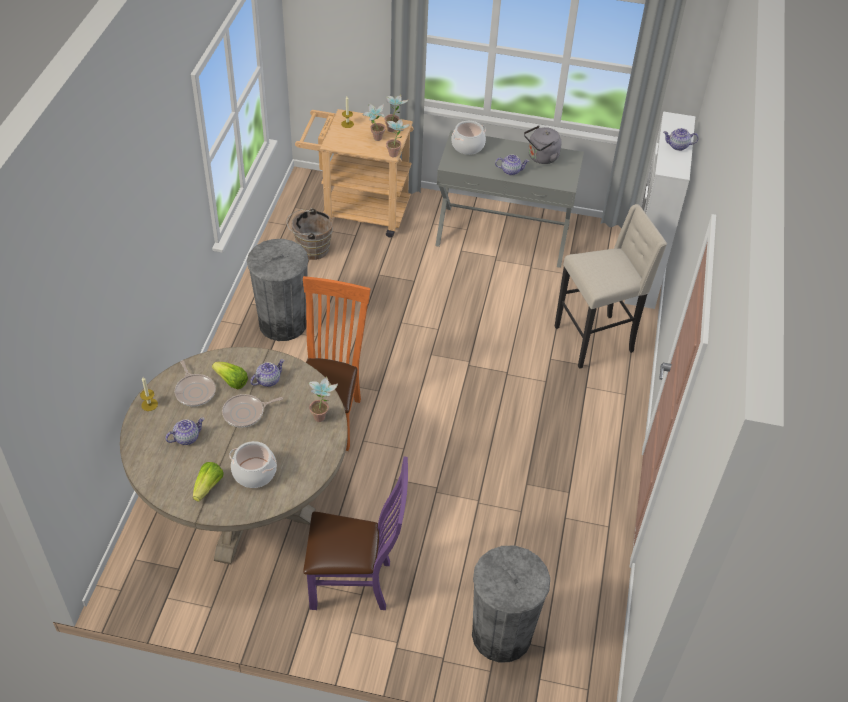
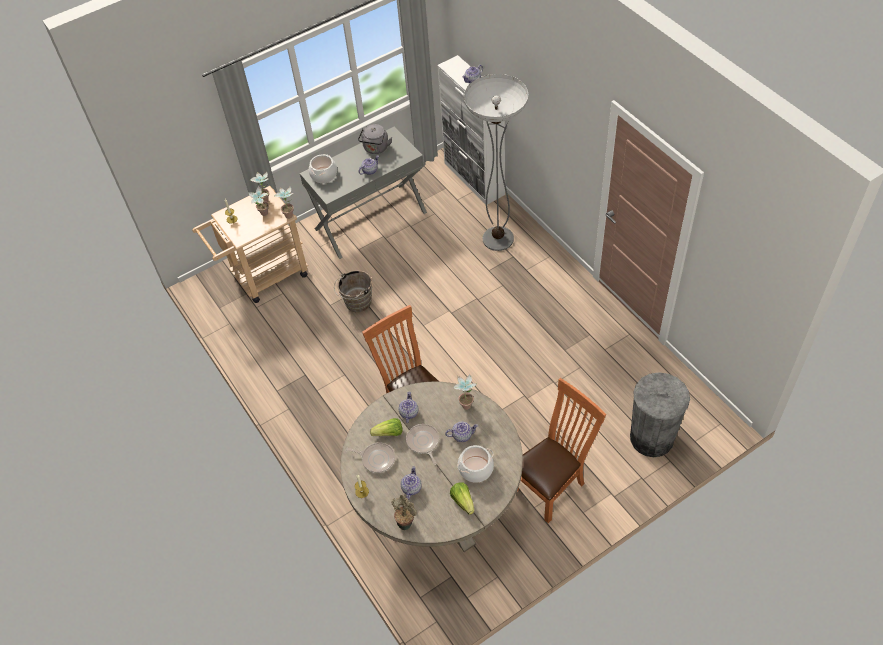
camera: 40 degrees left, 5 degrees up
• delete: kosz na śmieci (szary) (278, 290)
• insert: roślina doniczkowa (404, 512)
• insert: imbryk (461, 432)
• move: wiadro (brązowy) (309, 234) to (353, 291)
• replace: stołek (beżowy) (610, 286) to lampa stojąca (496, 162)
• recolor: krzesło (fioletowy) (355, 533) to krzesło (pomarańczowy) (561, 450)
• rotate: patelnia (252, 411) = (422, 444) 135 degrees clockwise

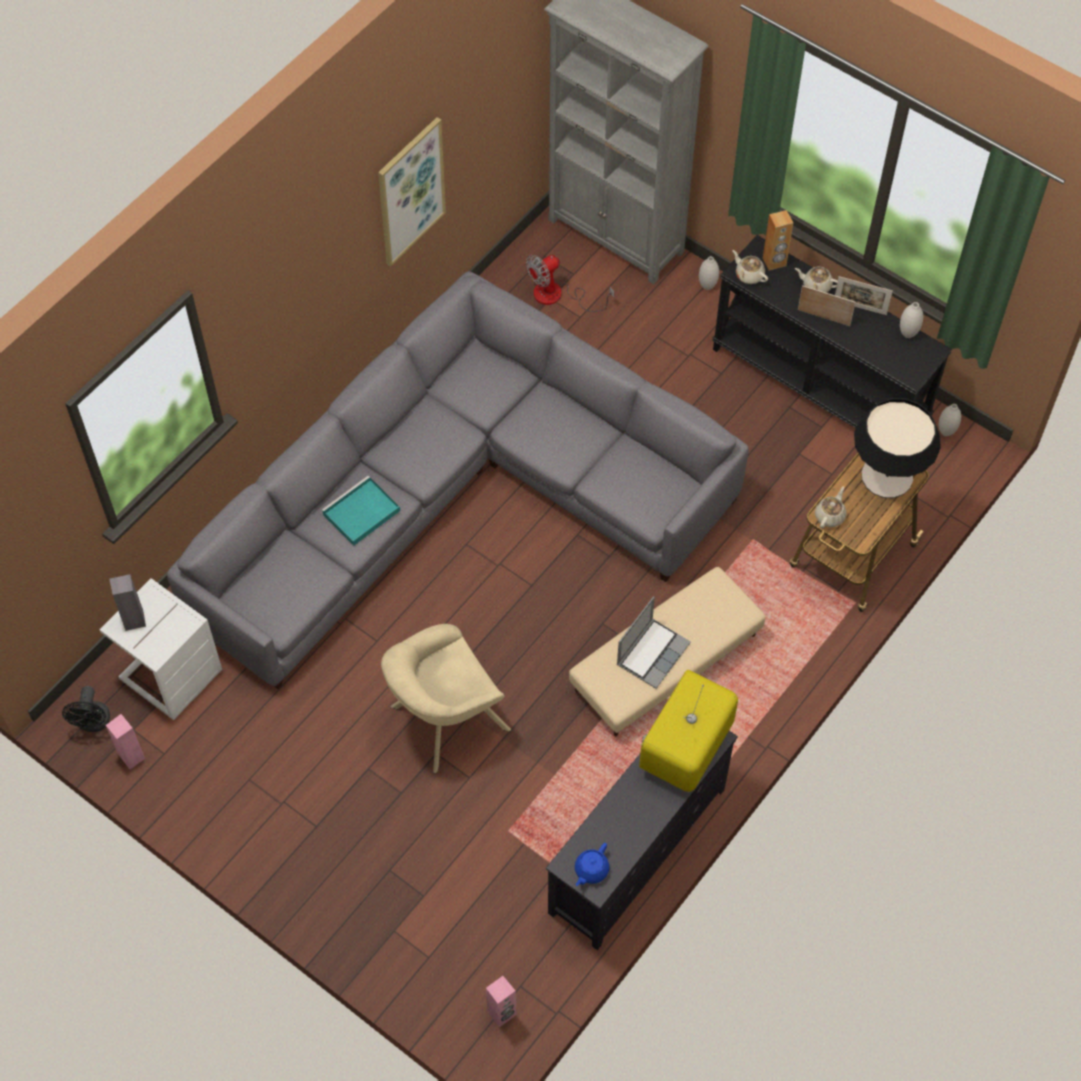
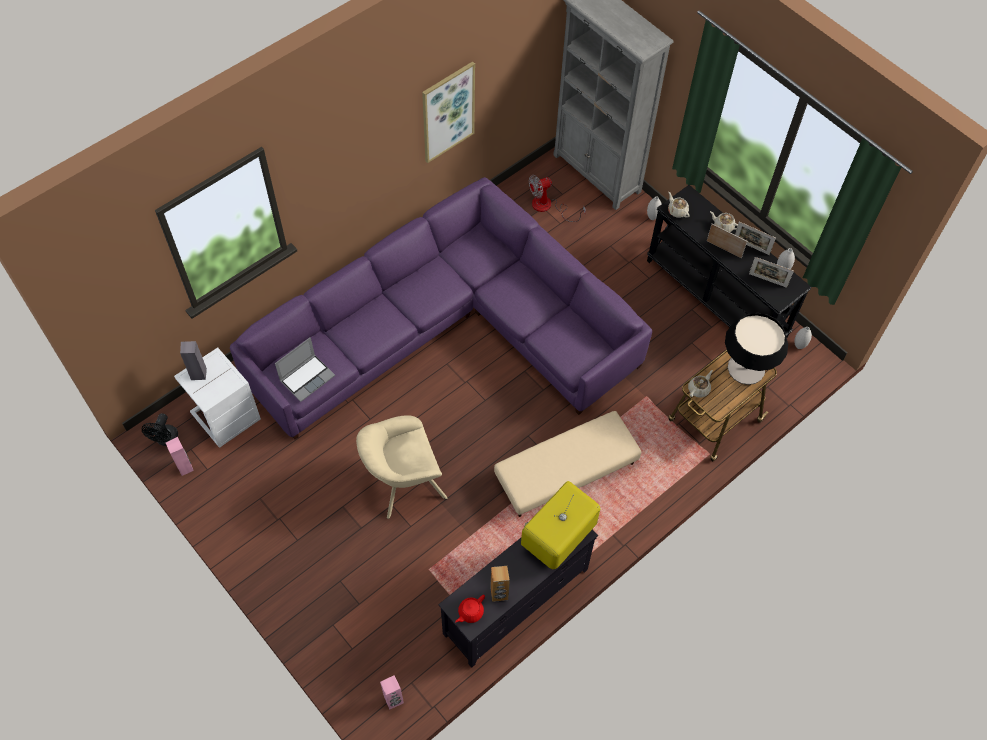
camera: 10 degrees right, 0 degrees up
• delete: taca (turkusowy) (360, 511)
• insert: ramka na zdjęcie (771, 272)
• move: laptop (654, 642) to (305, 369)
• move: głośnik (brązowy) (778, 240) to (500, 584)
• recolor: kanapa (szary) (458, 480) to kanapa (fioletowy) (441, 308)
• recolor: imbryk (niebieski) (592, 864) to imbryk (czerwony) (470, 609)

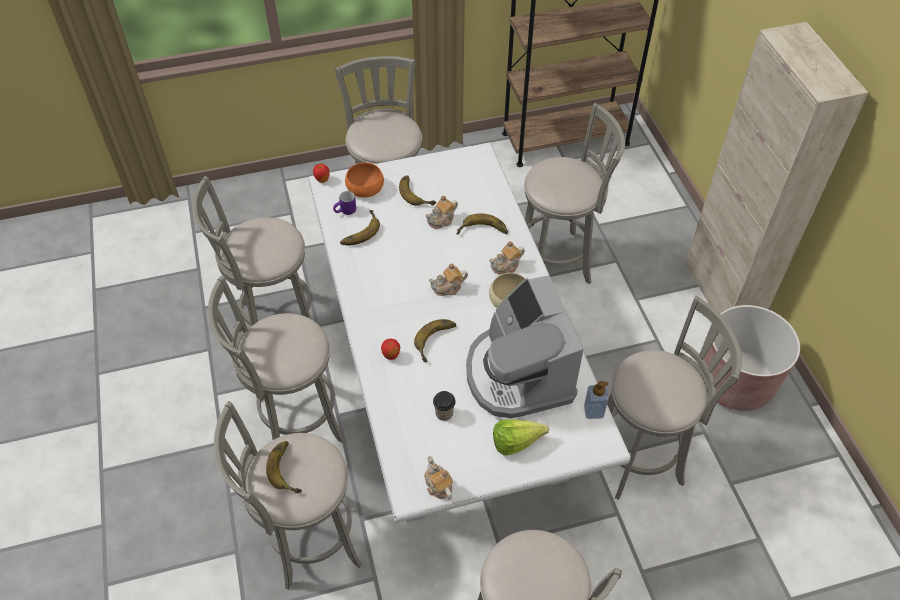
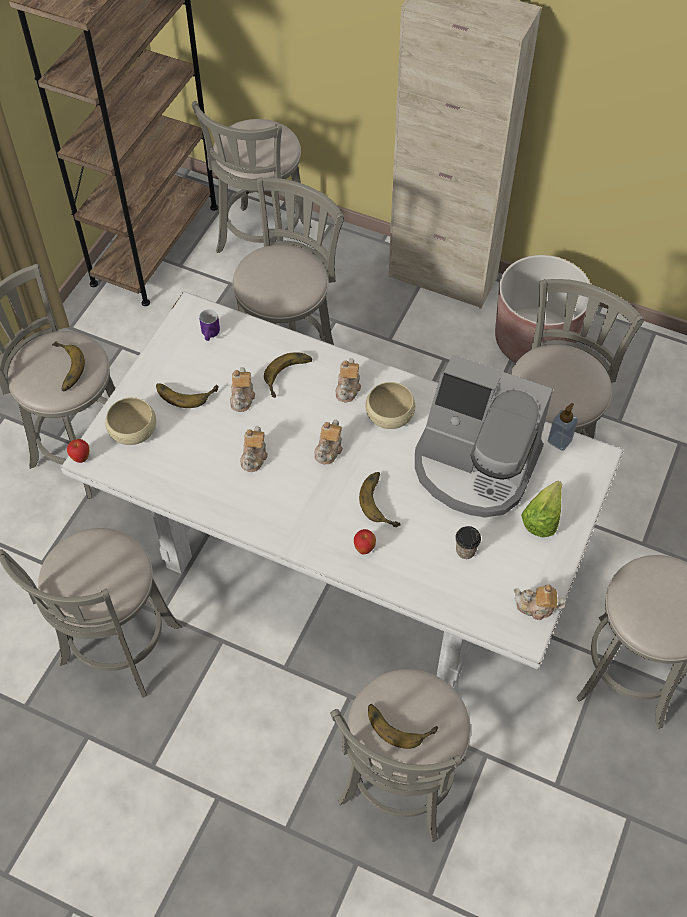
camera: 50 degrees left, 5 degrees up
• insert: imbryk (254, 449)
• move: stołek (szary) (276, 359) to (251, 177)
• move: kubek (fioletowy) (344, 203) to (209, 325)
• move: banan (360, 227) to (68, 366)
• recolor: miska (pomarańczowy) (364, 180) to miska (beżowy) (130, 421)

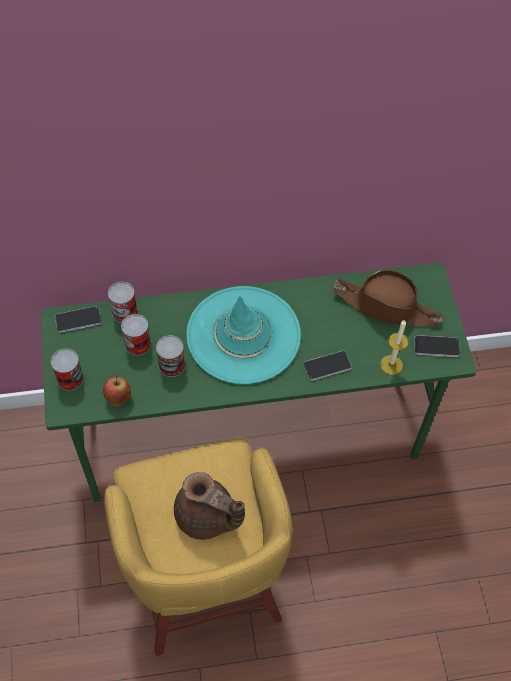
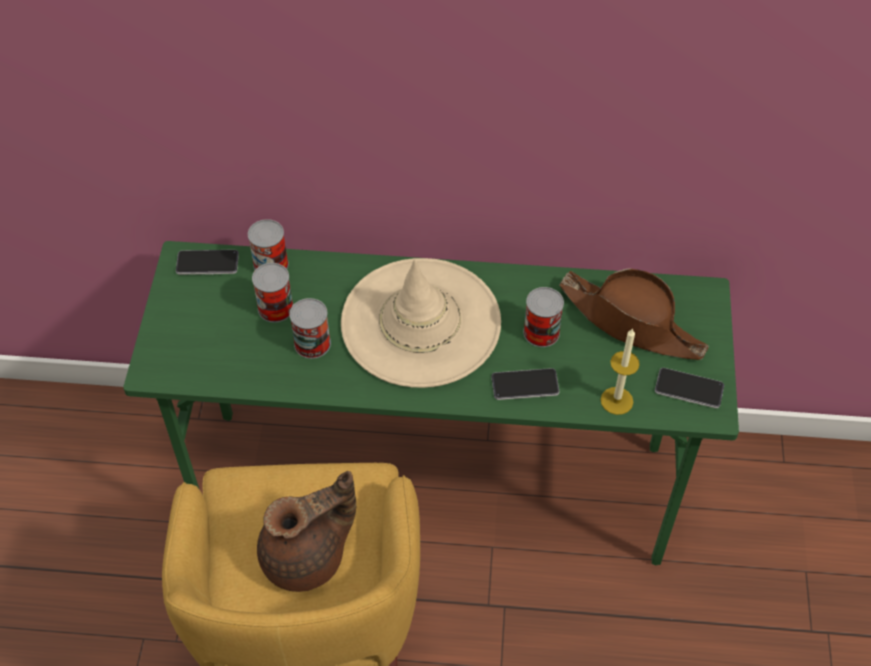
camera: 15 degrees right, 5 degrees down
• delete: jabłko (117, 391)
• move: puszka (67, 370) to (543, 317)
• recolor: kapelusz (turkusowy) (244, 335) to kapelusz (beżowy) (421, 323)
• rotate: imbryk (brązowy) (209, 506) = (306, 531) 75 degrees counterclockwise

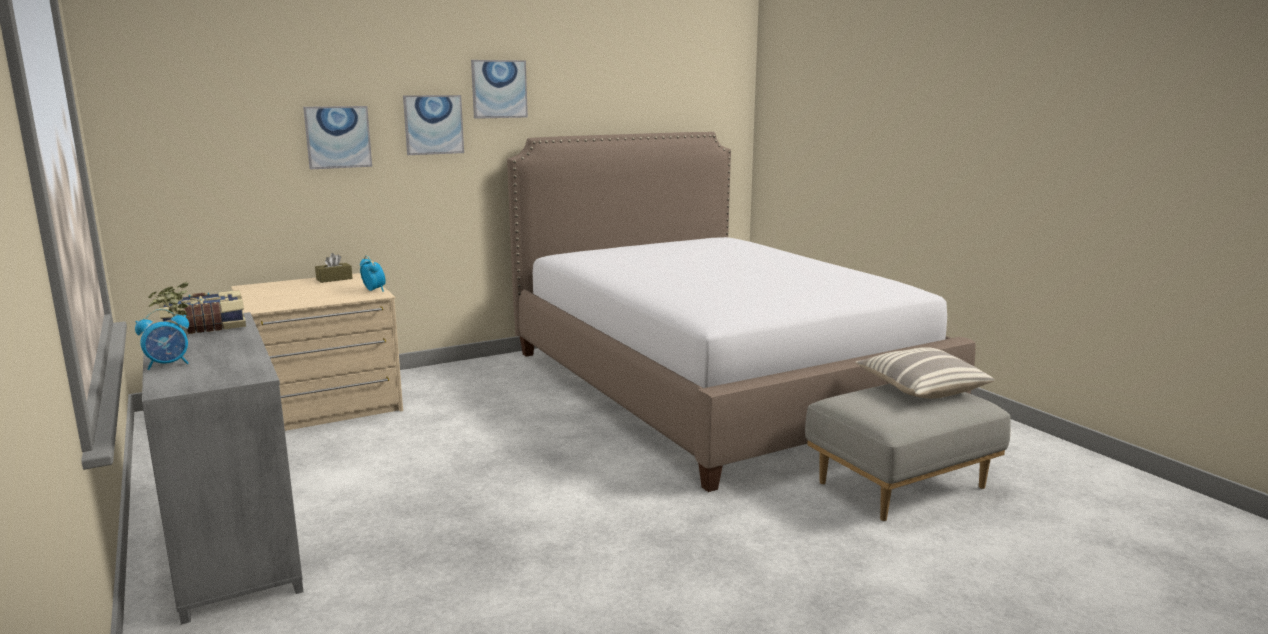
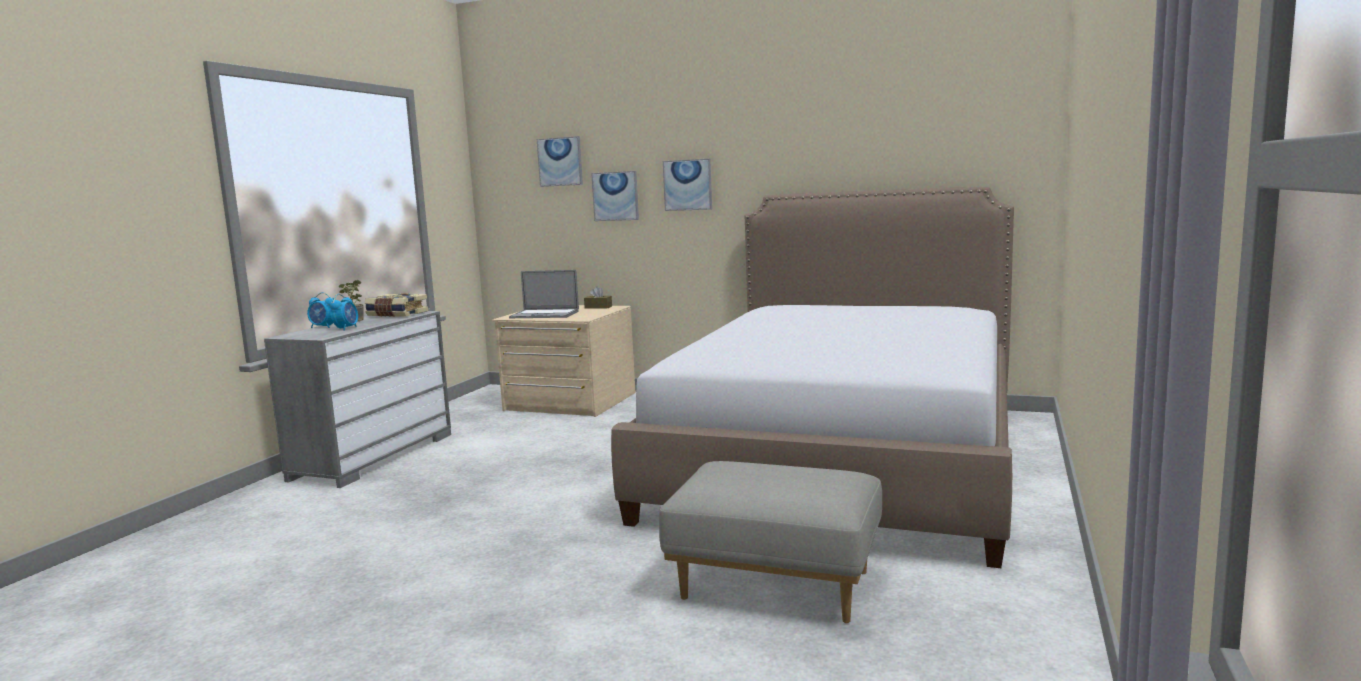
camera: 50 degrees right, 5 degrees down
• delete: poduszka (924, 373)
• insert: laptop (544, 294)
• move: budzik (373, 274) to (344, 312)
• move: obraz (499, 89) to (560, 161)

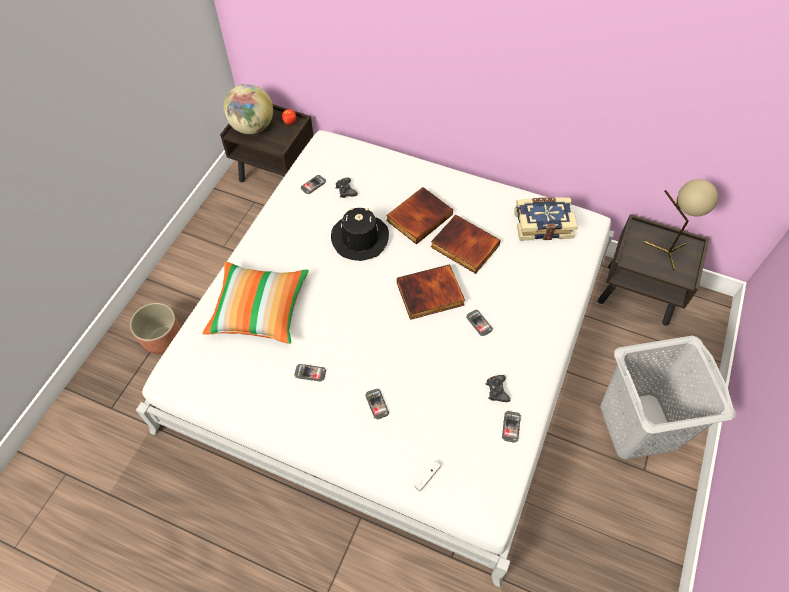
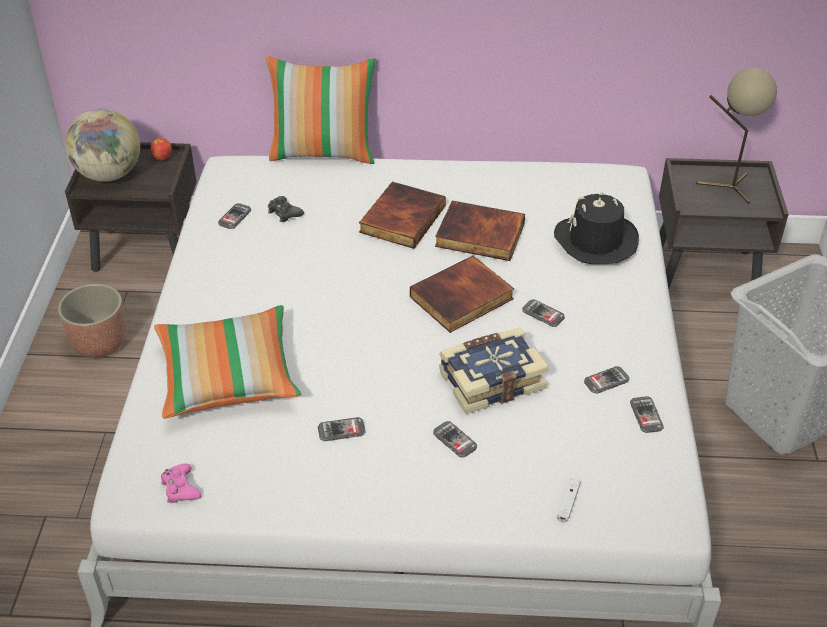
camera: 20 degrees left, 15 degrees down
• insert: pad do gier (różowy) (181, 483)
• insert: poduszka (321, 110)
• move: donica (155, 328) to (92, 321)
• move: kapelusz (czarny) (360, 234) to (596, 228)
• move: książka (546, 219) to (494, 370)
• replace: pad do gier (czarny) (498, 388) to telefon (606, 380)

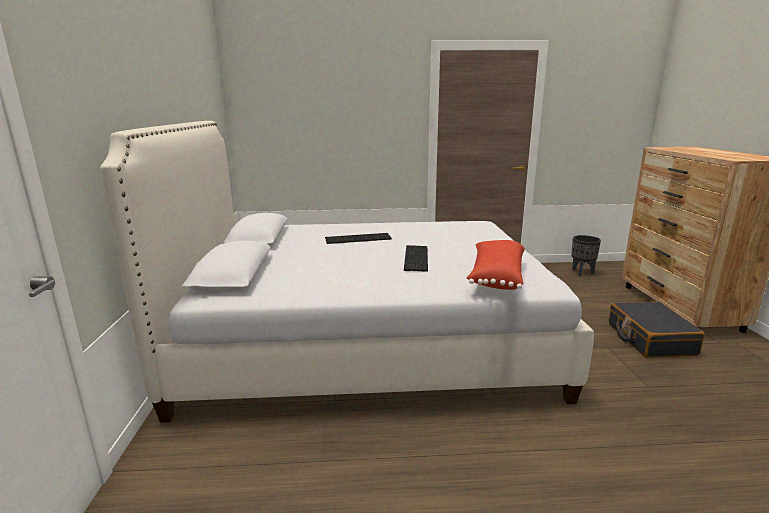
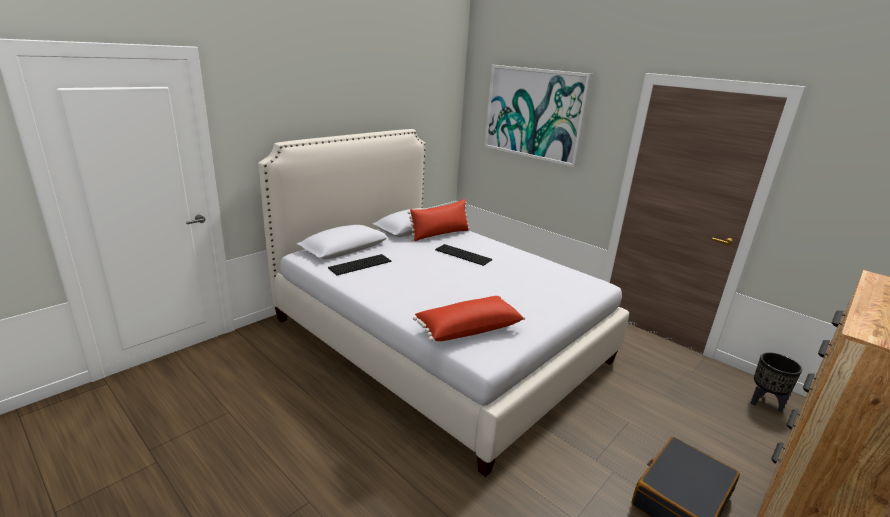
camera: 45 degrees right, 5 degrees up
• insert: poduszka (czerwony) (438, 220)
• insert: obraz (538, 116)
• move: klawiatura (416, 258) to (359, 264)

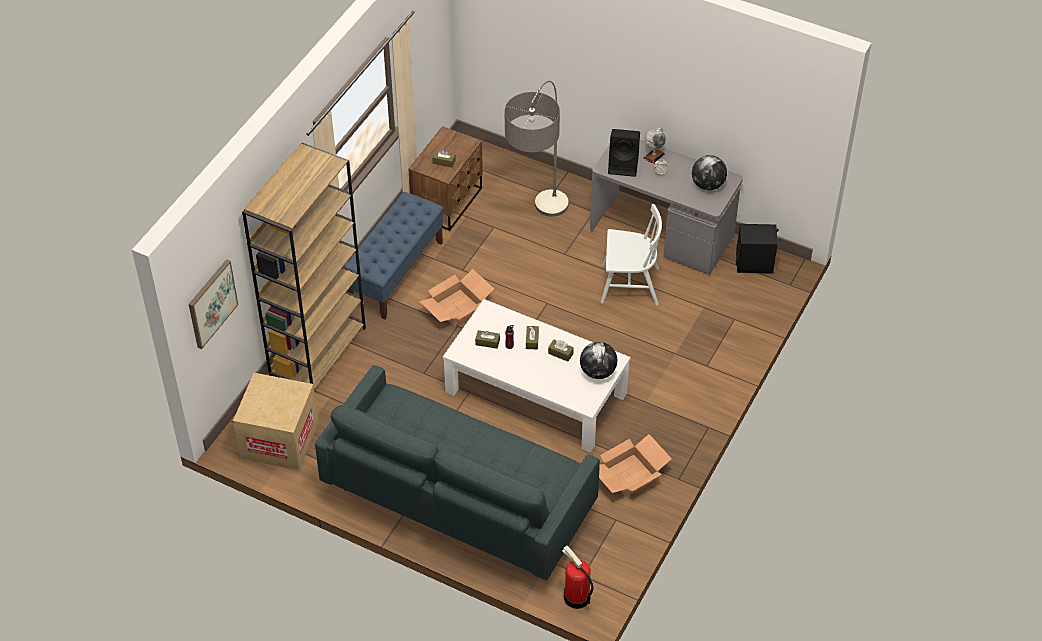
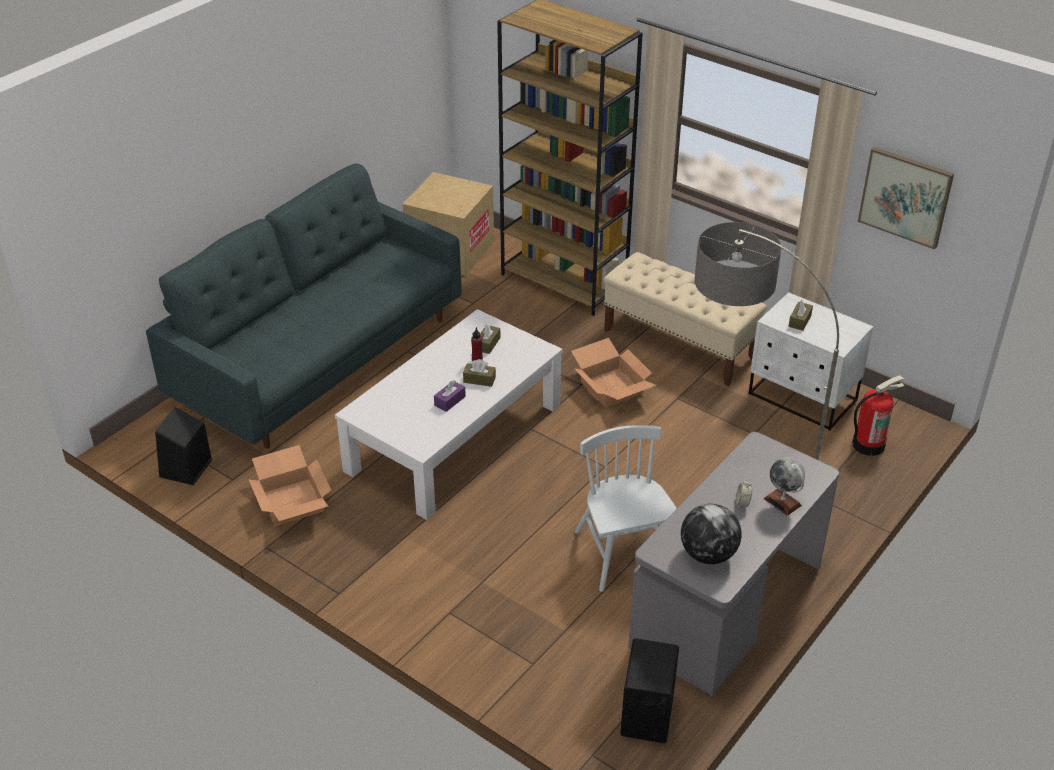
camera: 100 degrees right, 10 degrees down
• delete: globus (598, 360)
• move: obraz (213, 304) to (906, 198)
• move: gaśnica (577, 577) to (878, 415)
• move: głośnik (czarny) (624, 153) to (183, 446)
• recolor: ławka (niebieski) (394, 255) to ławka (beżowy) (685, 319)
• recolor: szafka nocna (brązowy) (446, 178) to szafka nocna (biały) (811, 361)
• recolor: pudełko chusteczek (brązowy) (561, 350) to pudełko chusteczek (fioletowy) (450, 396)
• rotate: krzesło (biały) (631, 255) = (626, 508) 150 degrees clockwise

